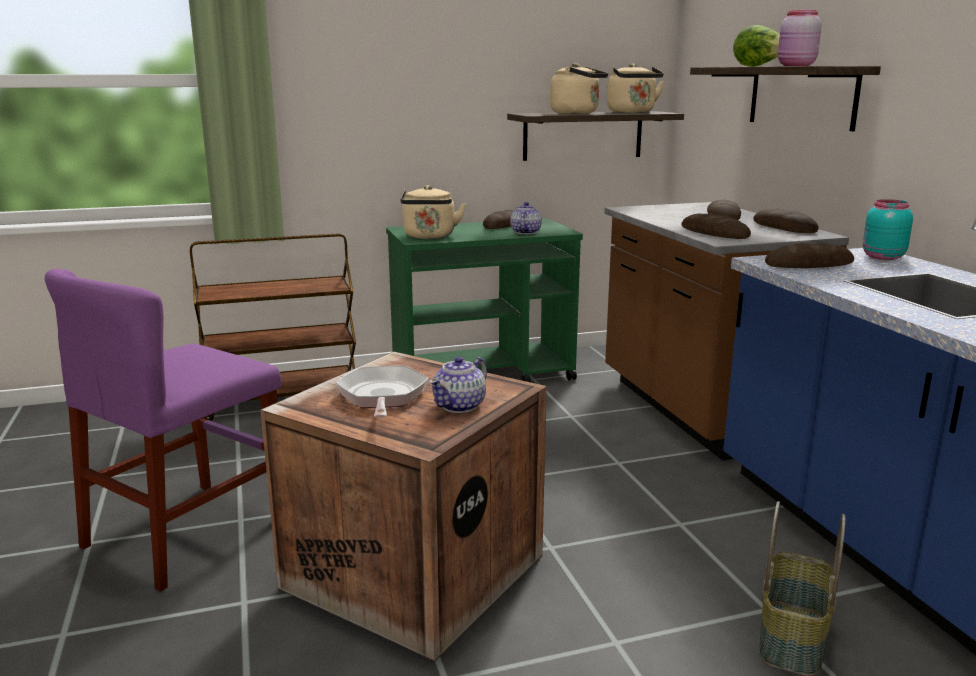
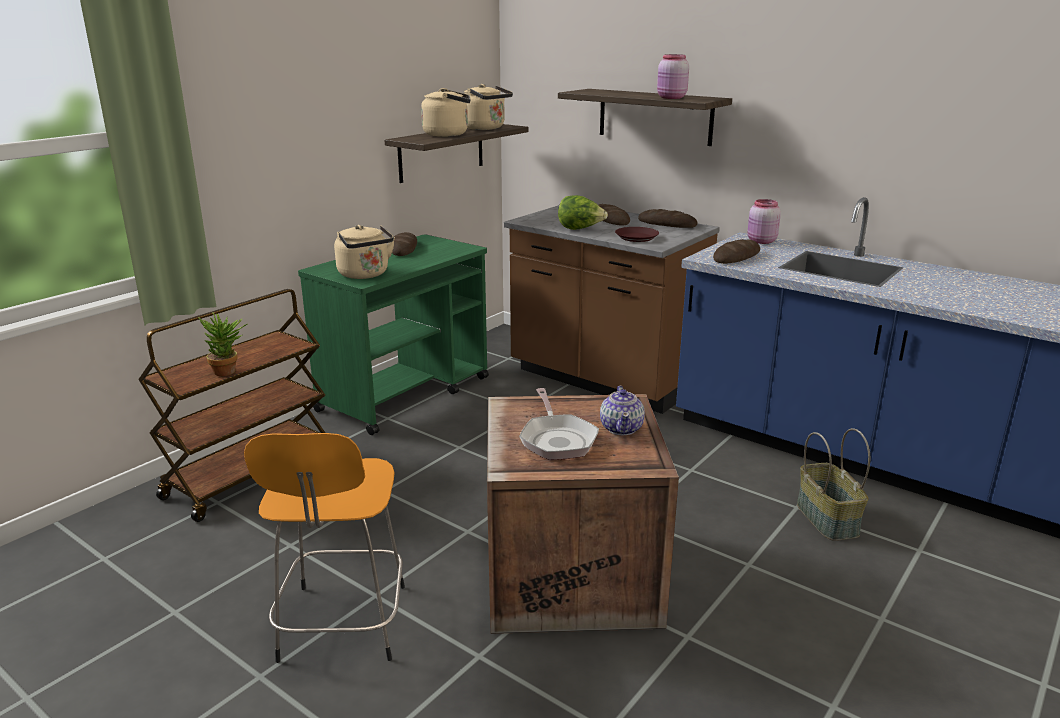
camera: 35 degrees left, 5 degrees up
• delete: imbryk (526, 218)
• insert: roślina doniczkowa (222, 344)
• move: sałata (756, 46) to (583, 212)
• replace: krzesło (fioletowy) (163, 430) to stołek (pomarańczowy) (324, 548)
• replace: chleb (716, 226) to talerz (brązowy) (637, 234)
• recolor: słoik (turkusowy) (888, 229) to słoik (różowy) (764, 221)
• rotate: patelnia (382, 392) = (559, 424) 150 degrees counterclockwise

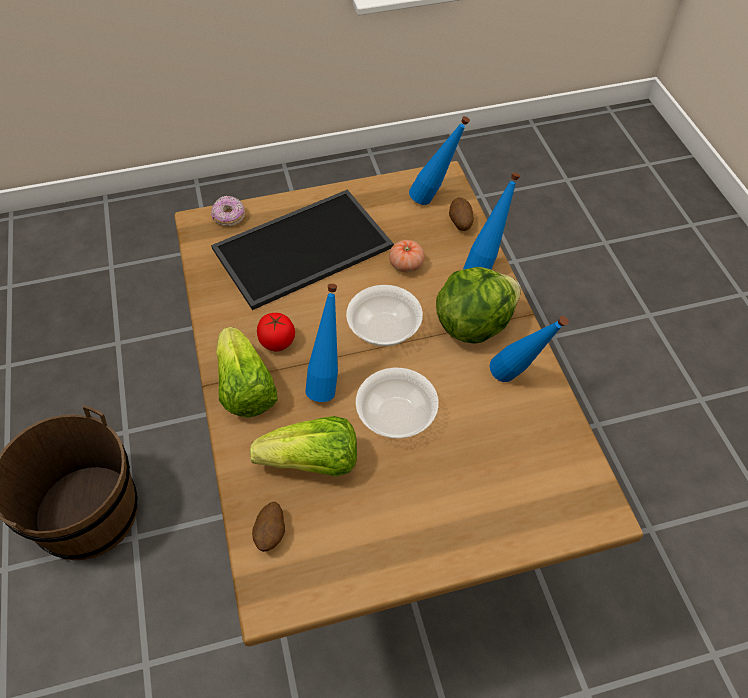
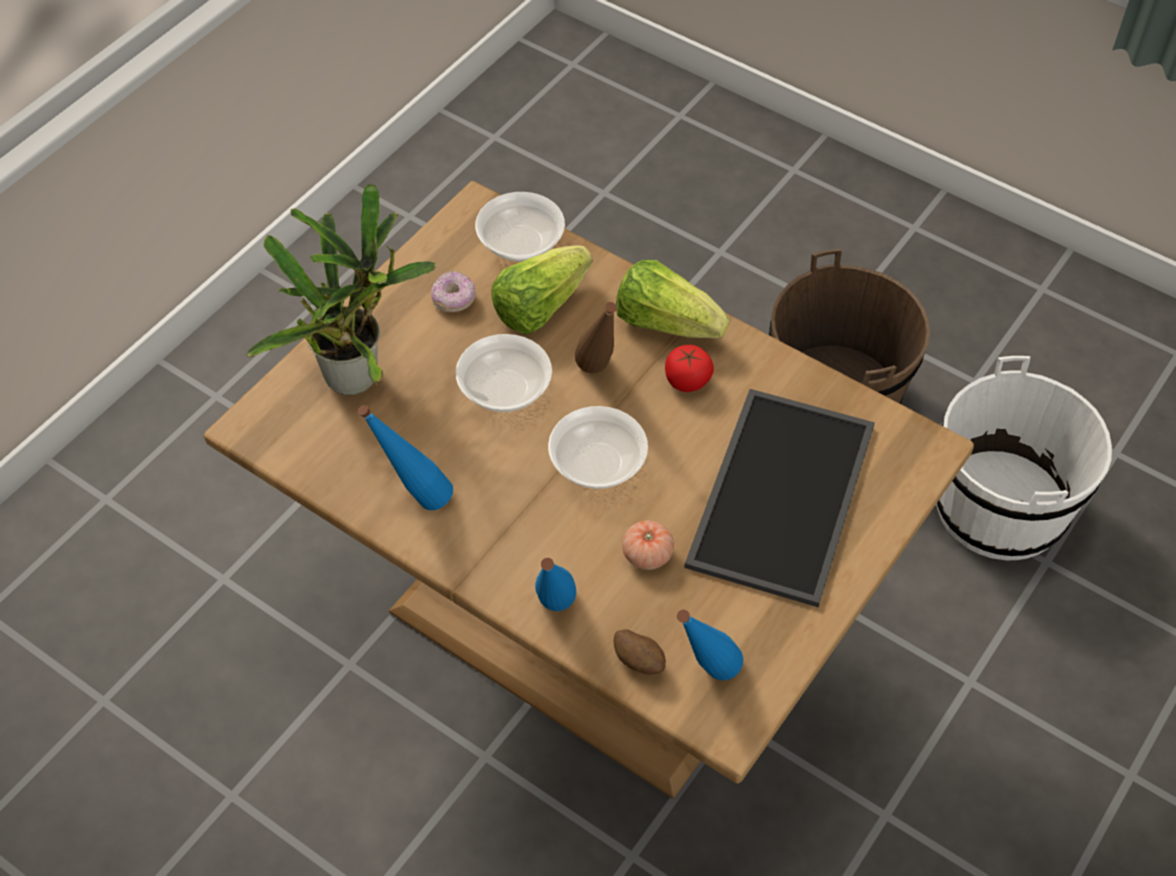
camera: 140 degrees right, 0 degrees up
• delete: sałata (478, 305)
• insert: roślina doniczkowa (341, 289)
• insert: wiadro (biały) (1024, 458)
• move: donut (228, 211) to (453, 291)
• replace: ziemniak (268, 527) to miska (520, 226)
• recolor: butelka (niebieski) (321, 343) to butelka (brązowy) (596, 337)

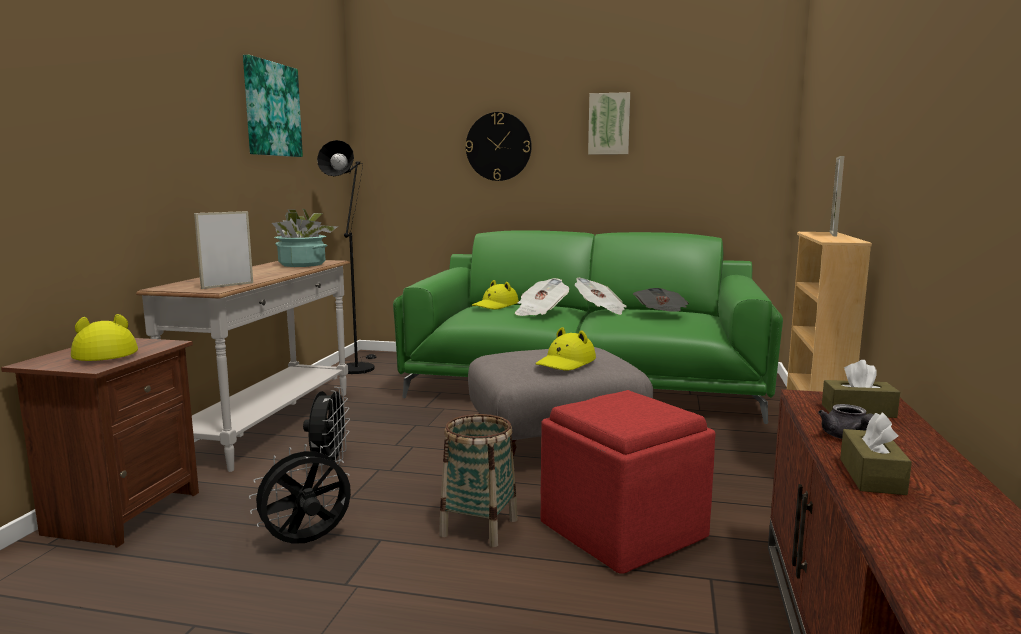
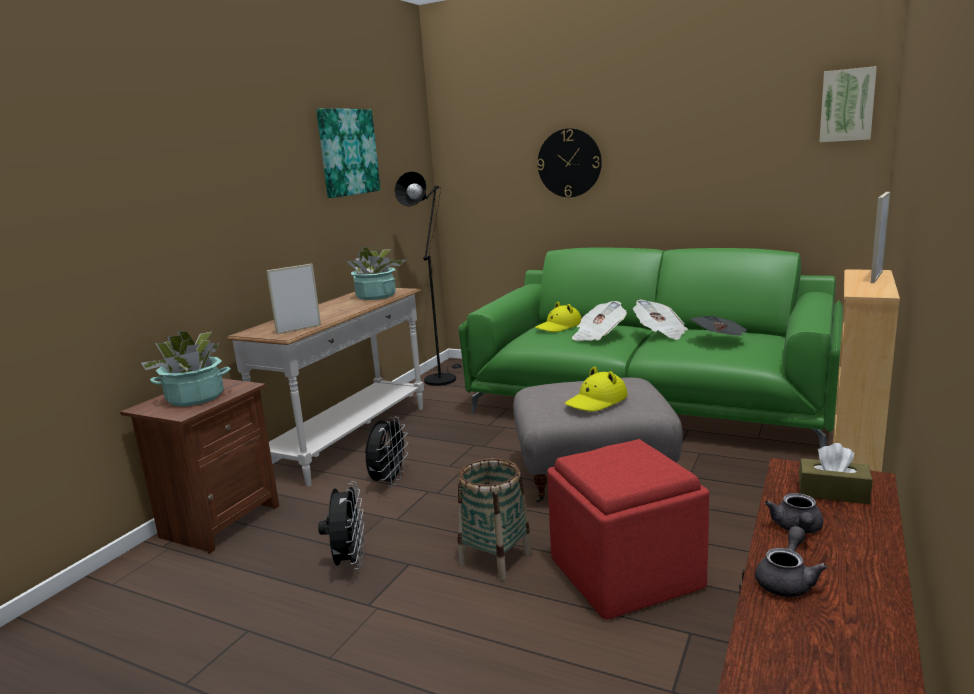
camera: 15 degrees right, 5 degrees up
• move: obraz (609, 123) to (848, 104)
• replace: kapelusz (żółty) (104, 337) to roślina doniczkowa (186, 369)
• replace: pudełko chusteczek (brązowy) (876, 453) to imbryk (szary) (791, 561)
• rotate: wentylator (czarny) (300, 494) = (341, 525) 105 degrees clockwise

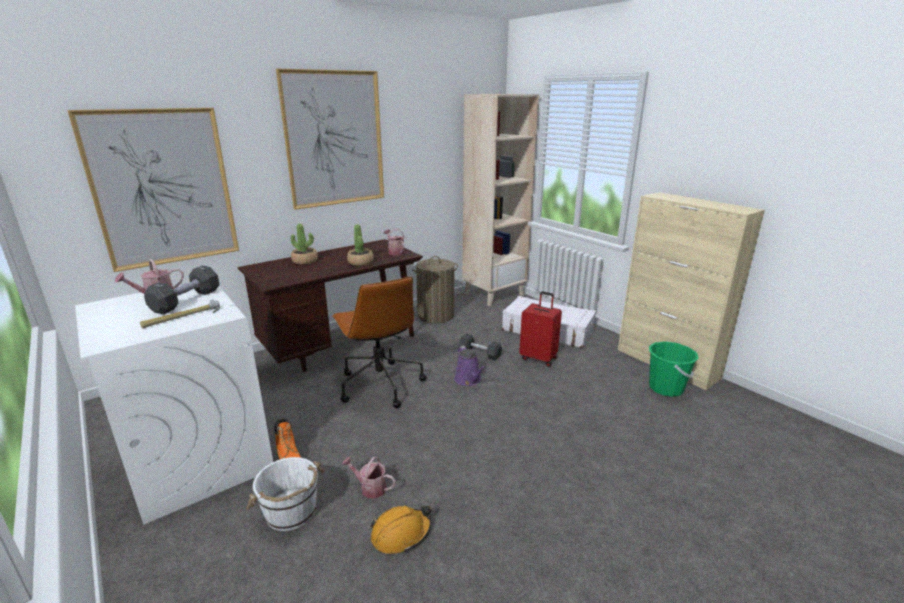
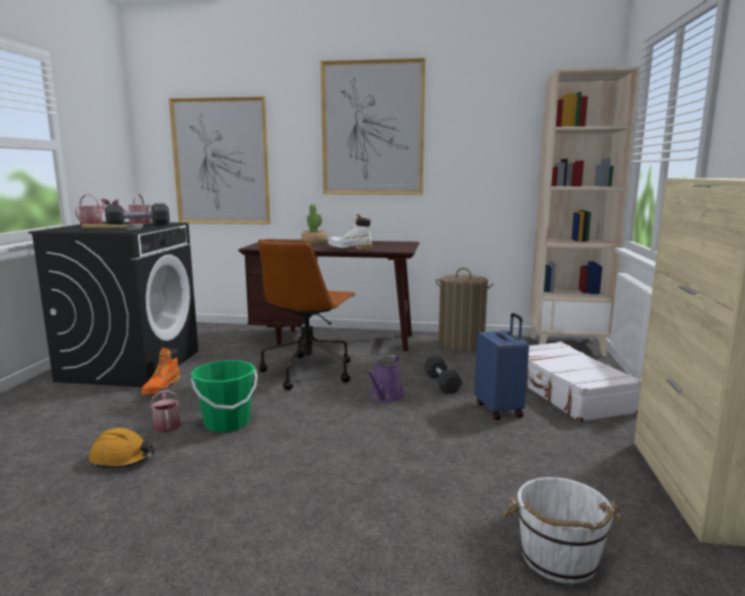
camera: 45 degrees right, 10 degrees down
• move: wiadro (biały) (285, 494) to (562, 530)
• move: konewka (394, 242) to (92, 209)
• move: wiadro (zielony) (674, 369) to (224, 396)
• replace: roślina doniczkowa (360, 245) to but z cholewką (biały) (350, 231)
• recolor: pralka (biały) (174, 404) to pralka (czarny) (113, 304)
• recolor: walizka (czerwony) (540, 329) to walizka (niebieski) (501, 366)

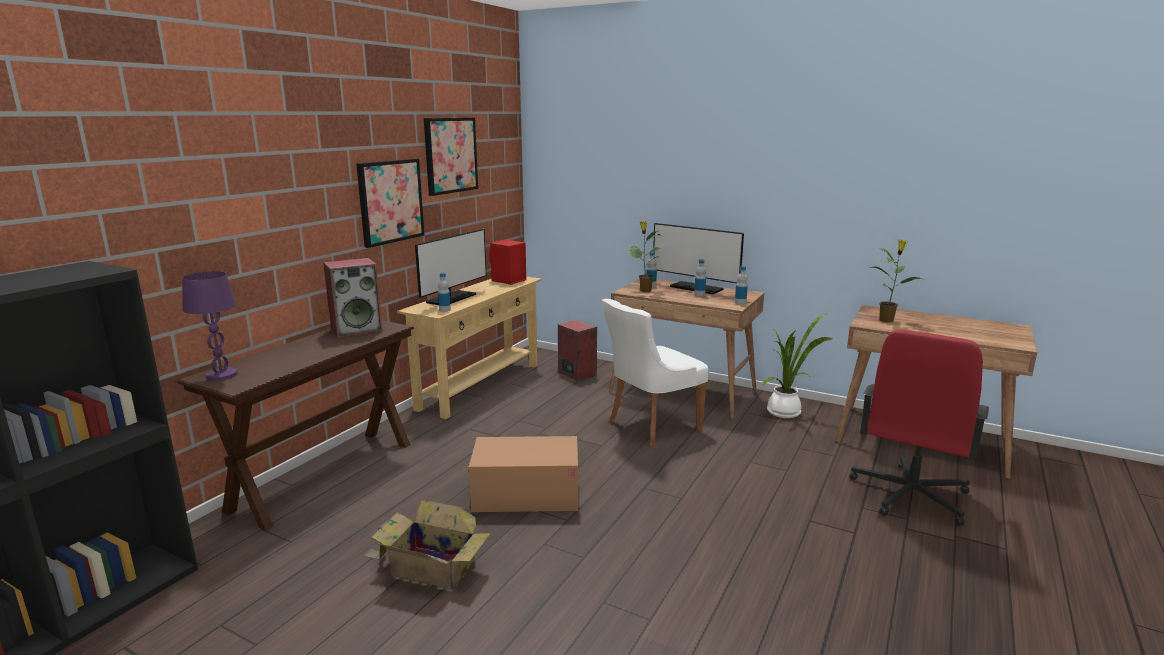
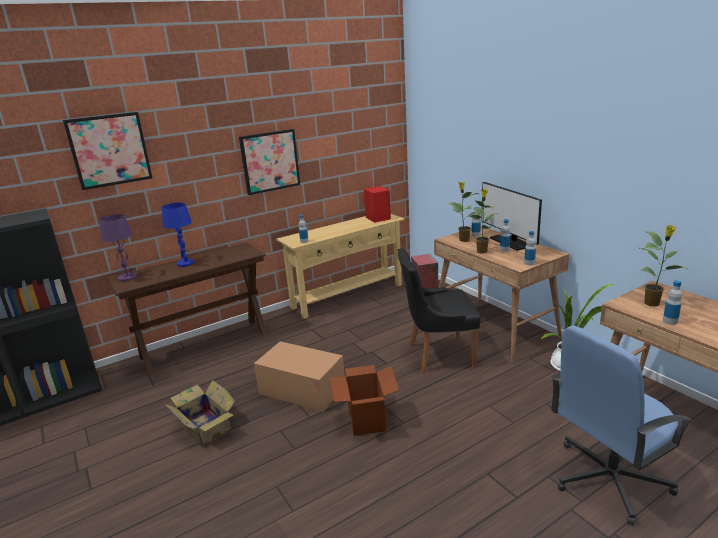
camera: 30 degrees right, 5 degrees up
• delete: głośnik (353, 298)
• delete: monitor (451, 267)
• insert: lampa stołowa (niebieski) (178, 235)
• insert: karton (364, 400)
• insert: roślina doniczkowa (482, 221)
• insert: butelka (672, 302)
• move: obraz (451, 157) to (107, 151)
• recolor: krzesło (biały) (655, 373) to krzesło (czarny) (439, 311)
• recolor: krzesło biurowe (czerwony) (919, 427) to krzesło biurowe (niebieski) (622, 426)

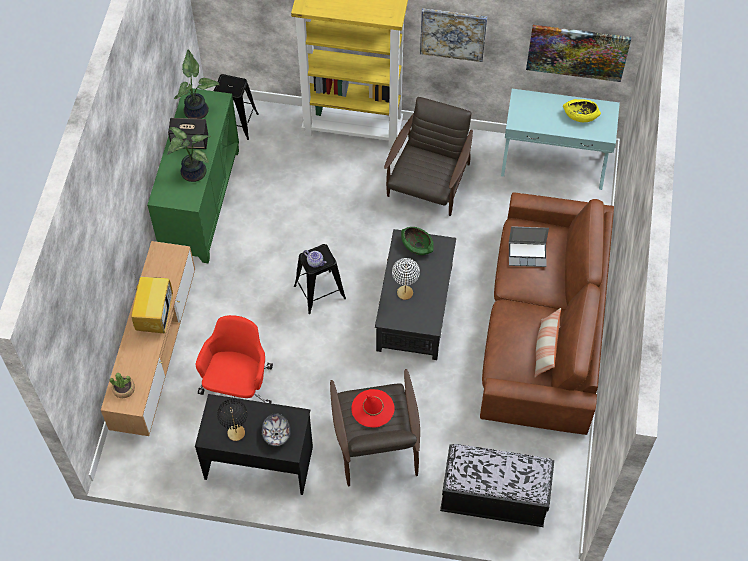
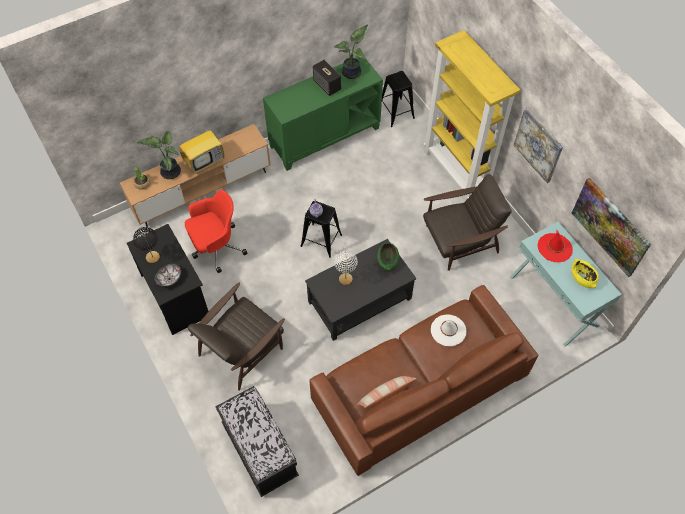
camera: 50 degrees right, 0 degrees up
• move: roślina doniczkowa (189, 154) to (159, 155)
• move: kapelusz (czerwony) (373, 408) to (555, 246)
• replace: laptop (529, 246) to kapelusz (biały) (449, 330)

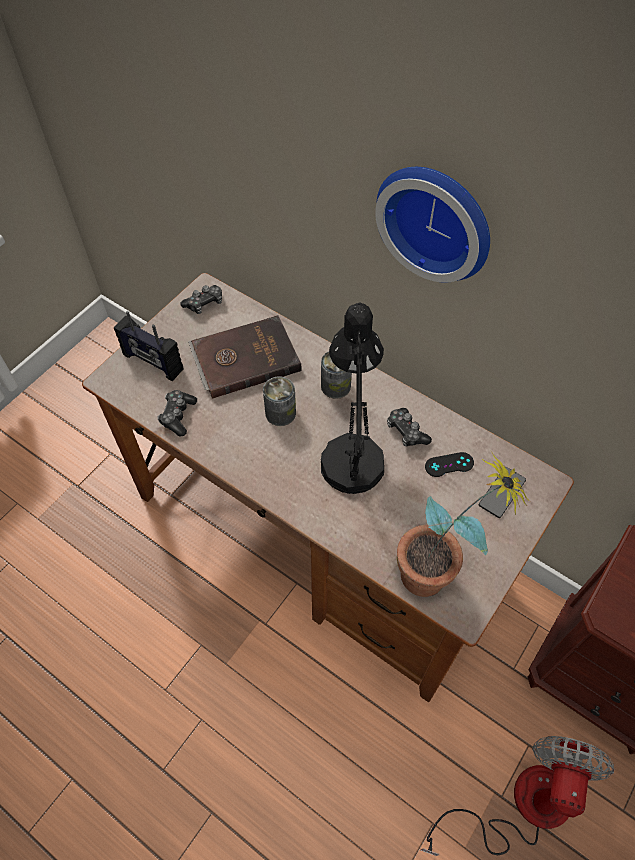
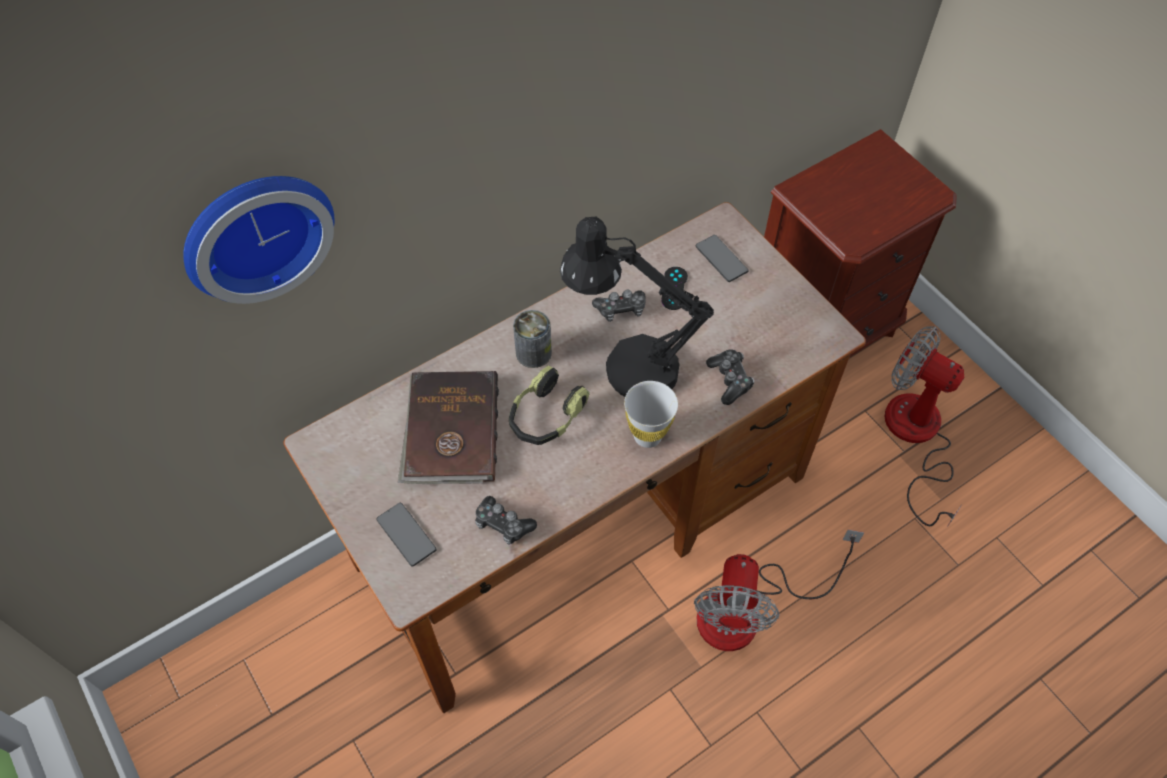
camera: 70 degrees left, 0 degrees up
• delete: roślina doniczkowa (463, 524)
• insert: filiżanka (biały) (651, 414)
• insert: wentylator (779, 590)
• move: pad do gier (201, 299) to (730, 377)
• move: zegar ścienny (432, 224) to (259, 240)
• replace: radio (148, 346) to telefon (406, 535)
• replace: puszka (279, 401) to słuchawki (549, 405)

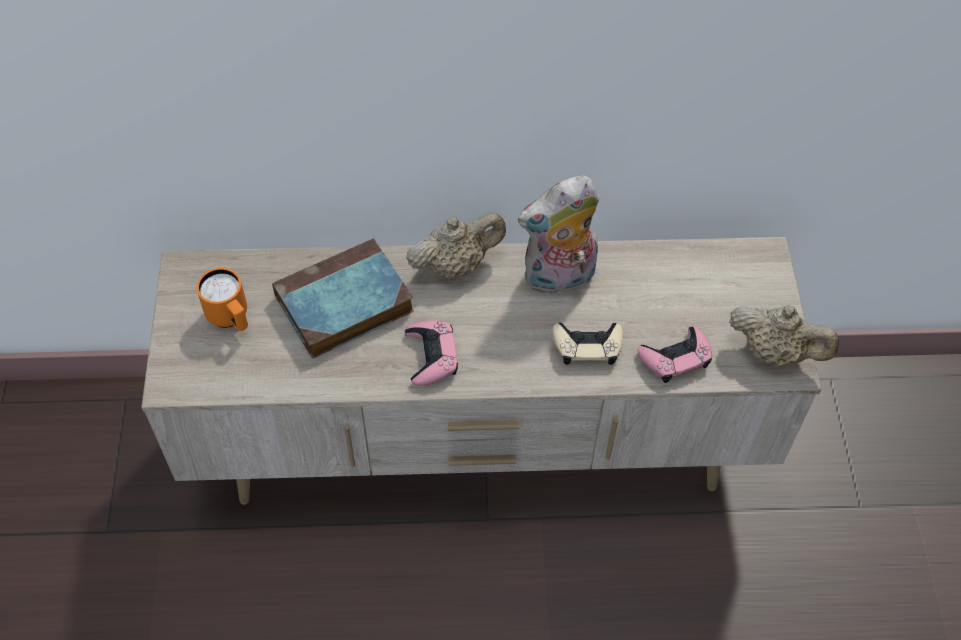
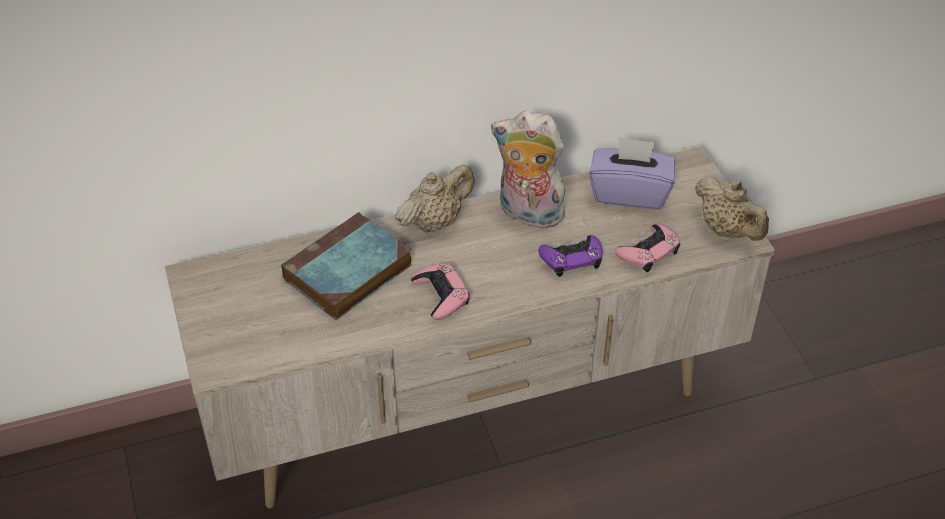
camera: 15 degrees left, 10 degrees down
• delete: kubek (pomarańczowy) (222, 299)
• insert: pudełko chusteczek (fioletowy) (632, 173)
• recolor: pad do gier (beżowy) (588, 344) to pad do gier (fioletowy) (570, 256)
• rotate: pluszak (559, 236) = (530, 169) 60 degrees clockwise
• rotate: imbryk (beżowy) (784, 336) = (732, 209) 45 degrees clockwise

